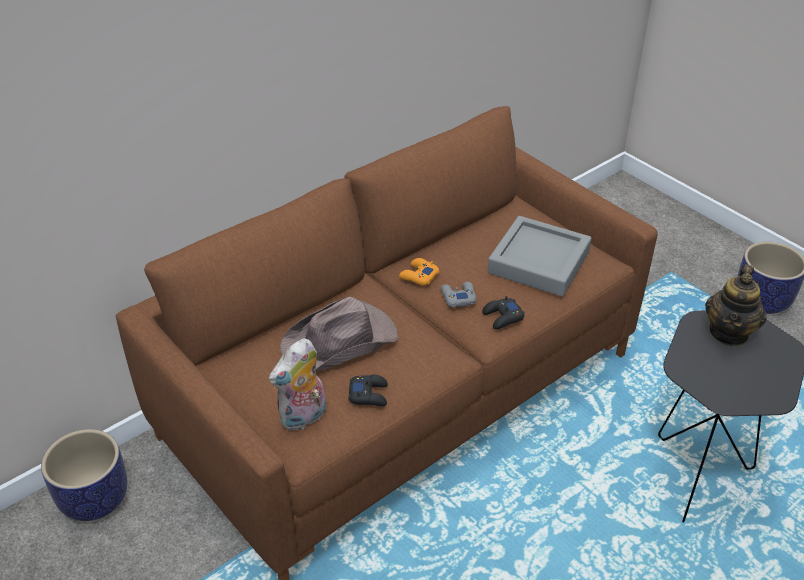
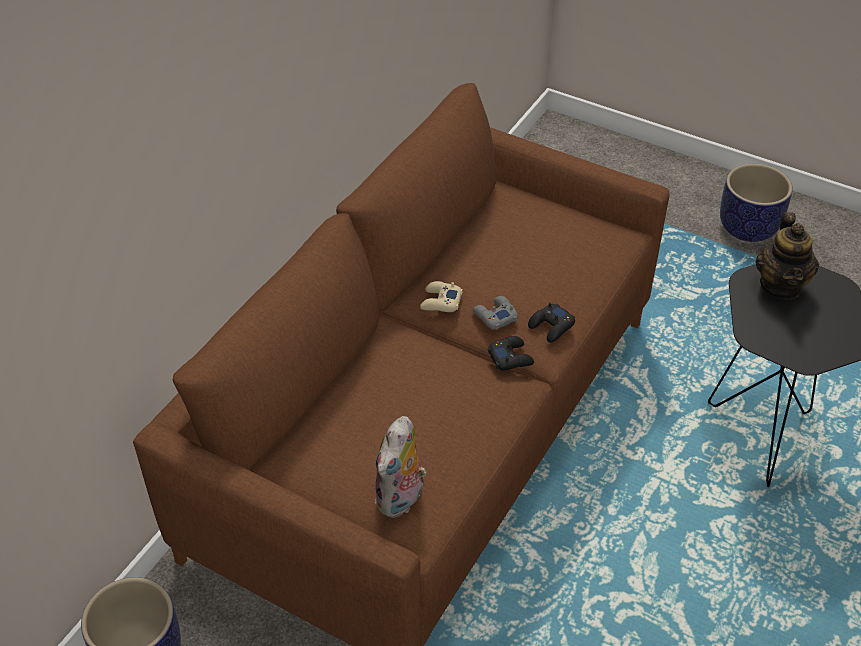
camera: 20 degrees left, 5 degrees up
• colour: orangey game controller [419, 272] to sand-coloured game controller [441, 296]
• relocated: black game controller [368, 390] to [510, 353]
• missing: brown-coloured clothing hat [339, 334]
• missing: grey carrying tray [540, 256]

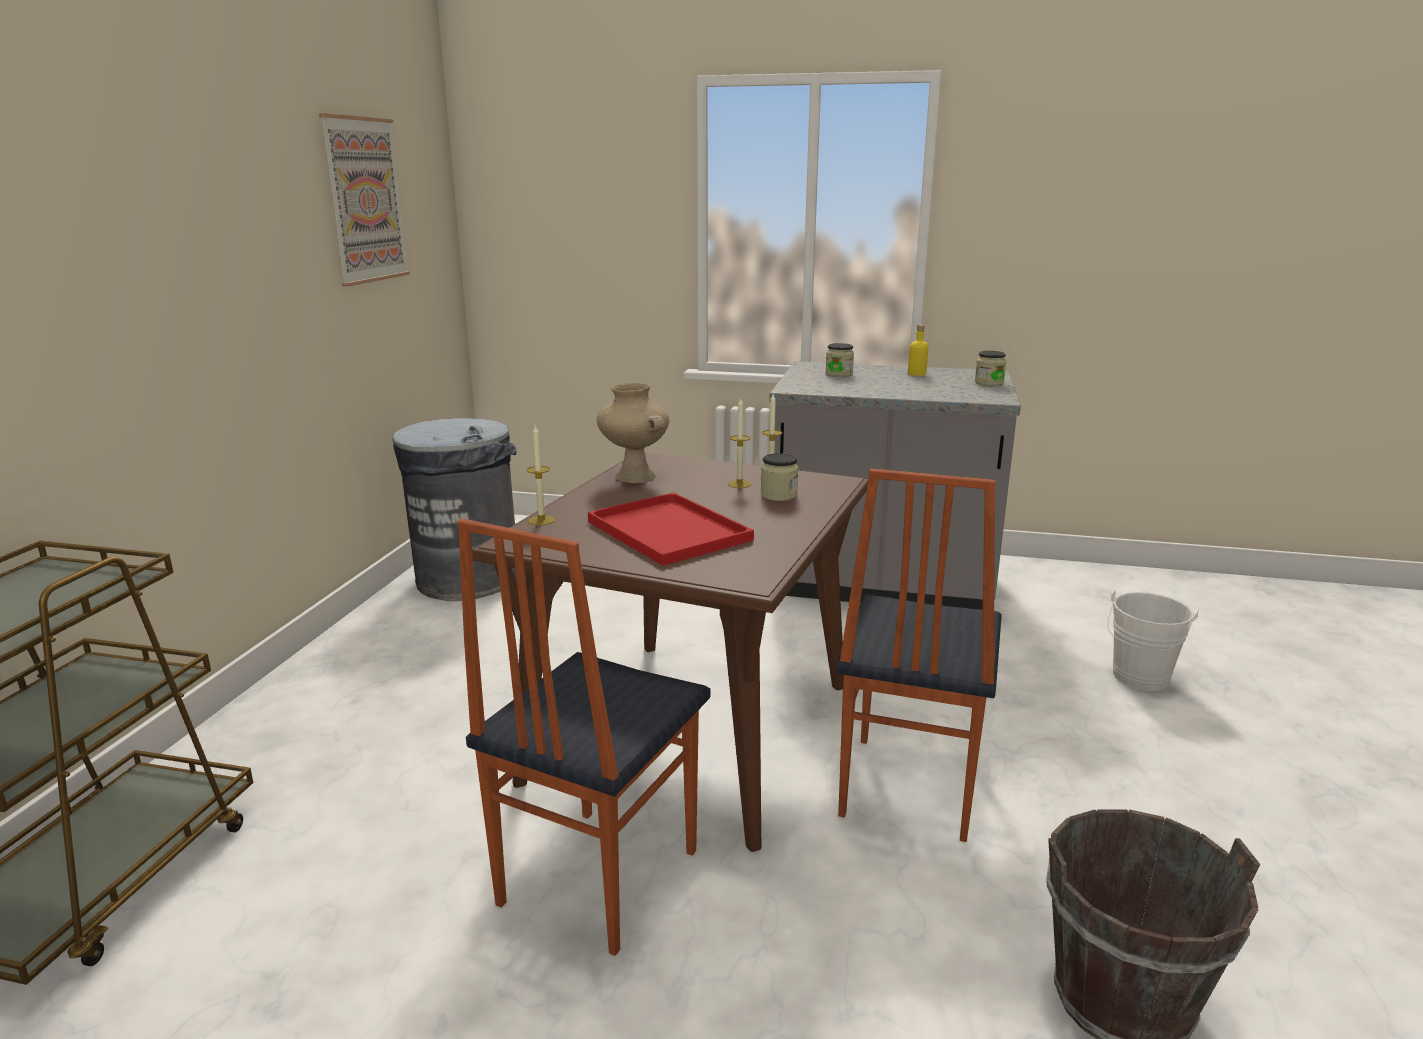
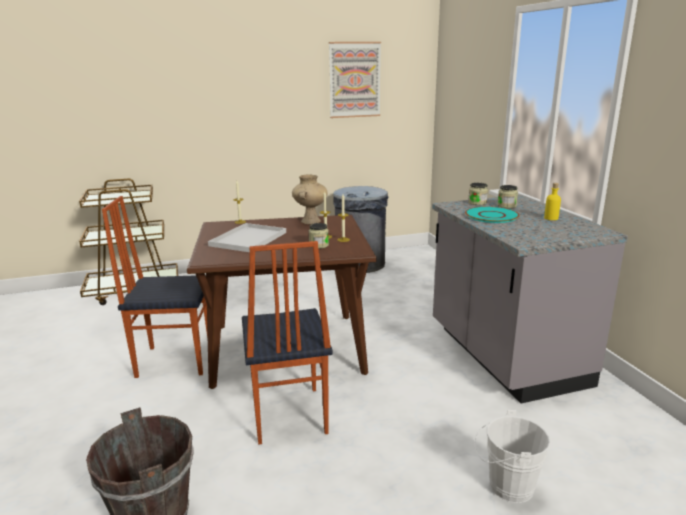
camera: 60 degrees right, 0 degrees up
• colour: red-coloured carrying tray [671, 529] to white carrying tray [247, 237]
• spun: upright chair [919, 655] = [287, 343] 90 degrees counterclockwise
• appeared: turquoise-coloured dinner plate [492, 214]
• relocated: storage jar [990, 368] to [478, 194]

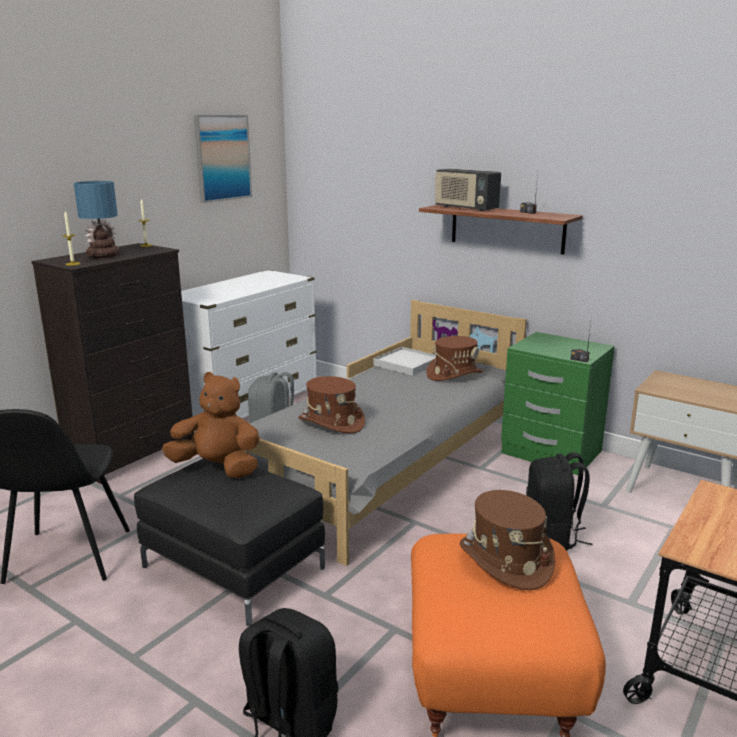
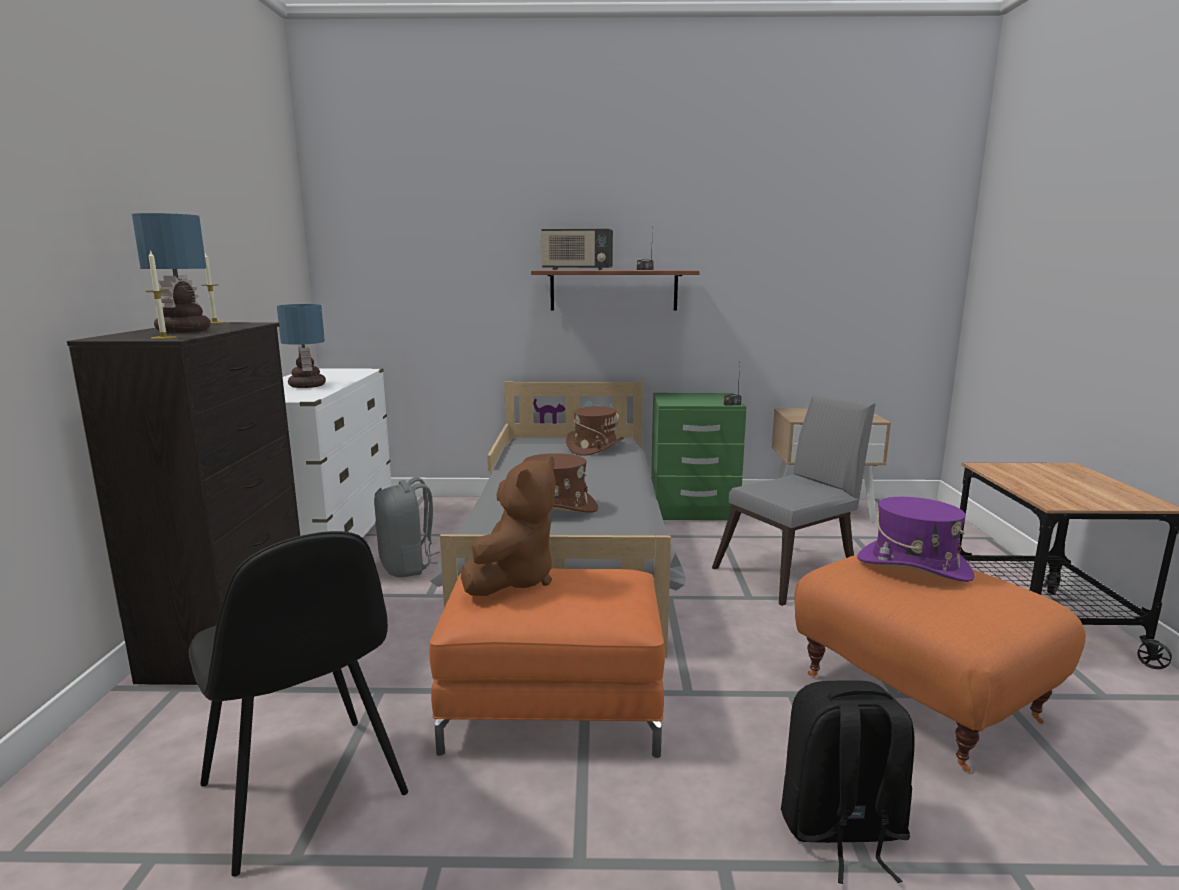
camera: 35 degrees left, 5 degrees down
• appeared: lamp for a table [301, 346]
• colour: black footrest [229, 542] to orangey footrest [547, 663]
• spun: brown-coloured plush toy [211, 425] = [508, 526] 135 degrees clockwise
• exchanged: black knapsack [559, 501] to grey upright chair [794, 499]
• colour: brown-coloured clothing hat [507, 540] to purple clothing hat [915, 539]
• missing: picture [223, 159]
• missing: white carrying tray [405, 361]

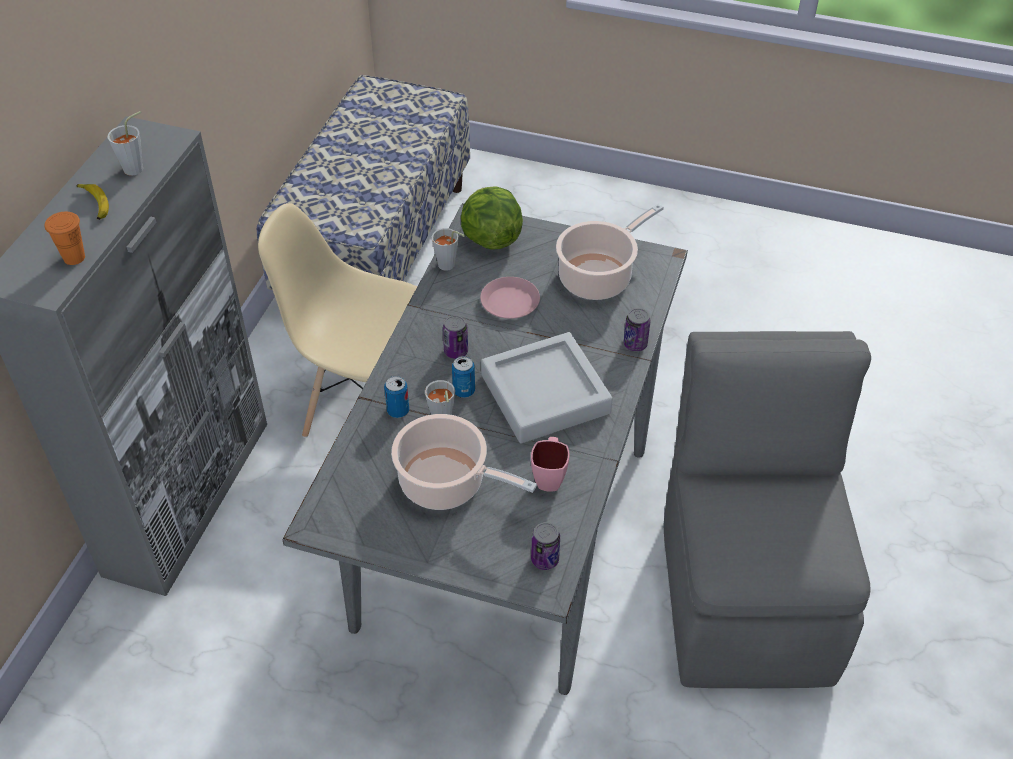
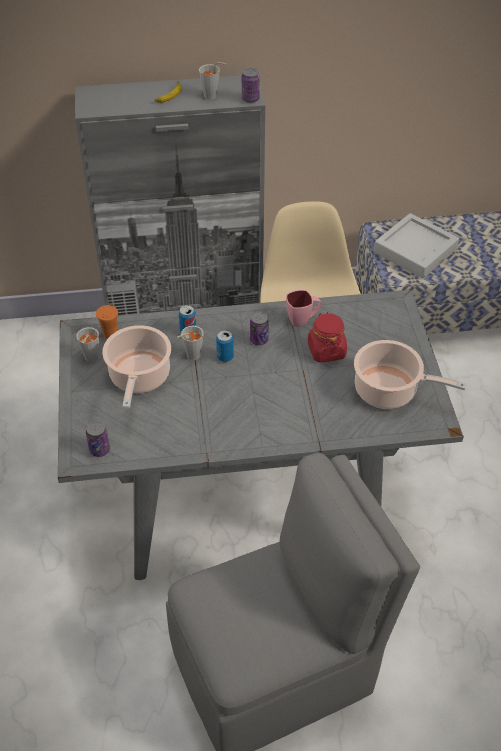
camera: 65 degrees right, 0 degrees up
• relocated: grey small cup [448, 249] to [87, 344]
• relocated: orangey small cup [64, 238] to [107, 322]
• relocated: can [637, 329] to [251, 85]
• relocated: pinkish mug [550, 464] to [304, 308]
• exchanged: pinkish dinner plate [510, 298] to red-coloured storage jar [327, 337]
• relocated: grey carrying tray [547, 387] to [416, 246]
• missing: lettuce head [492, 218]

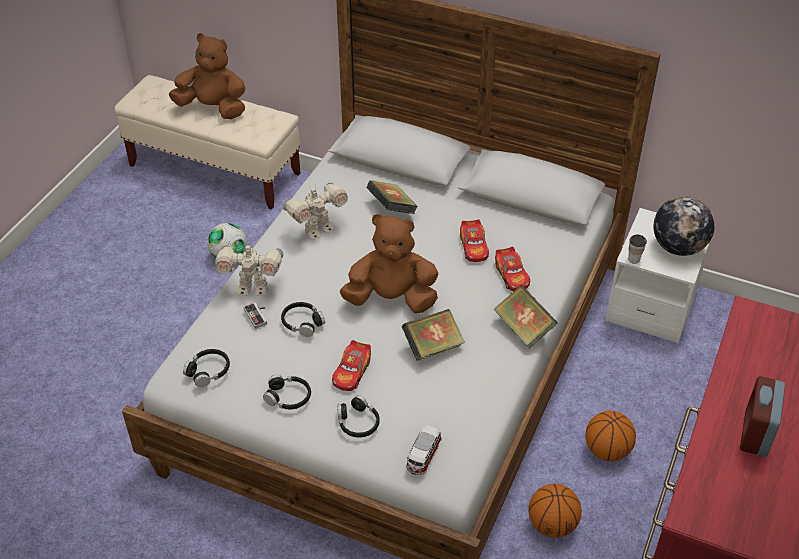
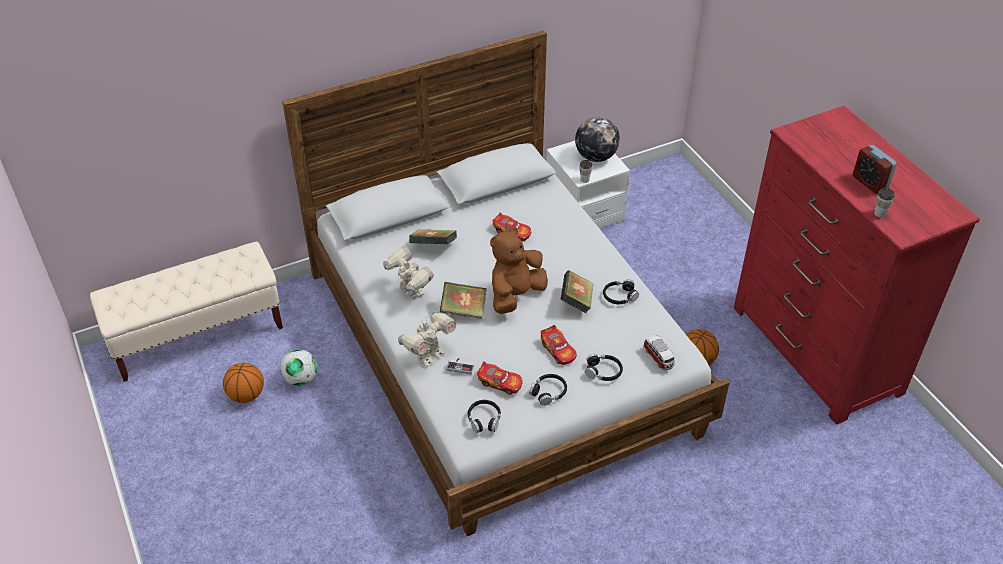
camera: 50 degrees left, 0 degrees up
• relocated: basketball ball [610, 436] to [243, 383]
• spun: toy robot [315, 211] = [408, 273] 45 degrees counterclockwise
• relocated: volume [525, 317] to [463, 300]
• relocated: model car [512, 269] to [500, 378]
• relocated: black pair of headphones [303, 319] to [621, 291]
• appeared: small cup [884, 203]
• missing: brown-coloured plush toy [207, 76]

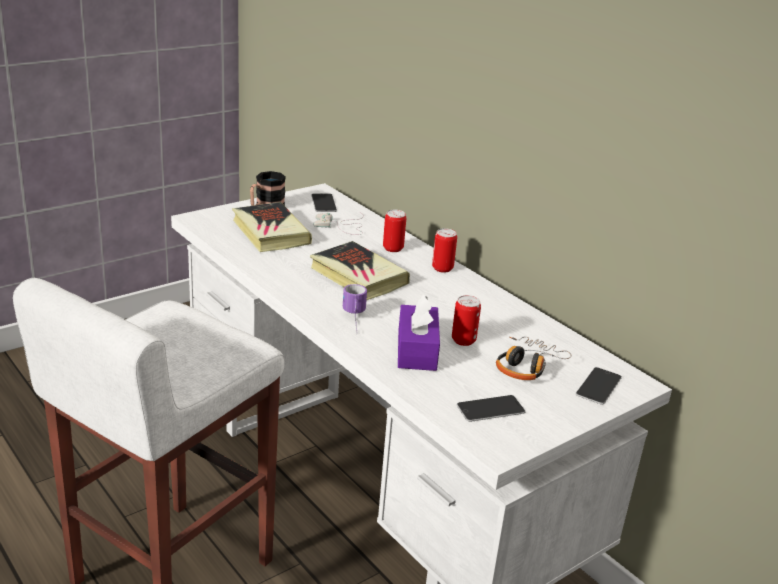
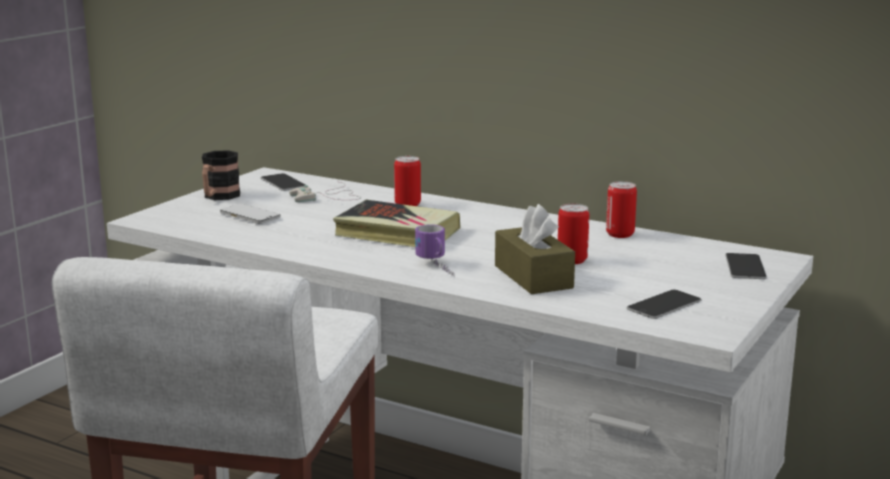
camera: 20 degrees left, 10 degrees down
• exchanged: volume [272, 227] to handset [250, 214]
• colour: purple tissue holder [419, 333] to brown-coloured tissue holder [535, 249]
• relocated: can [444, 250] to [621, 209]
• missing: pair of headphones [533, 358]

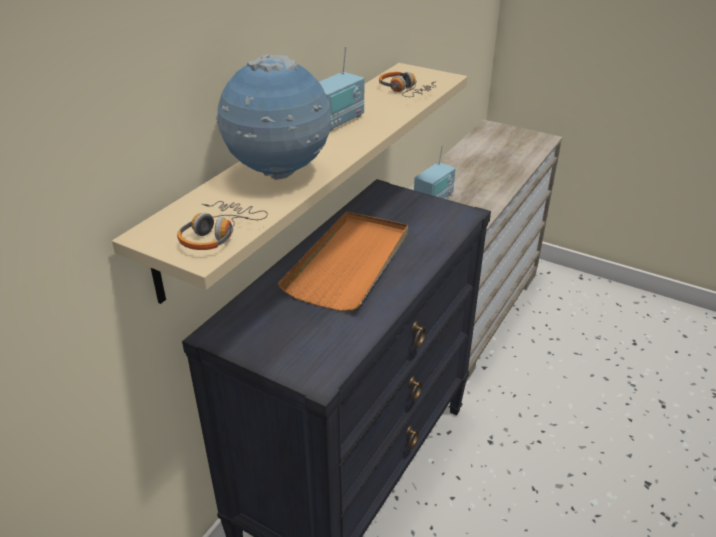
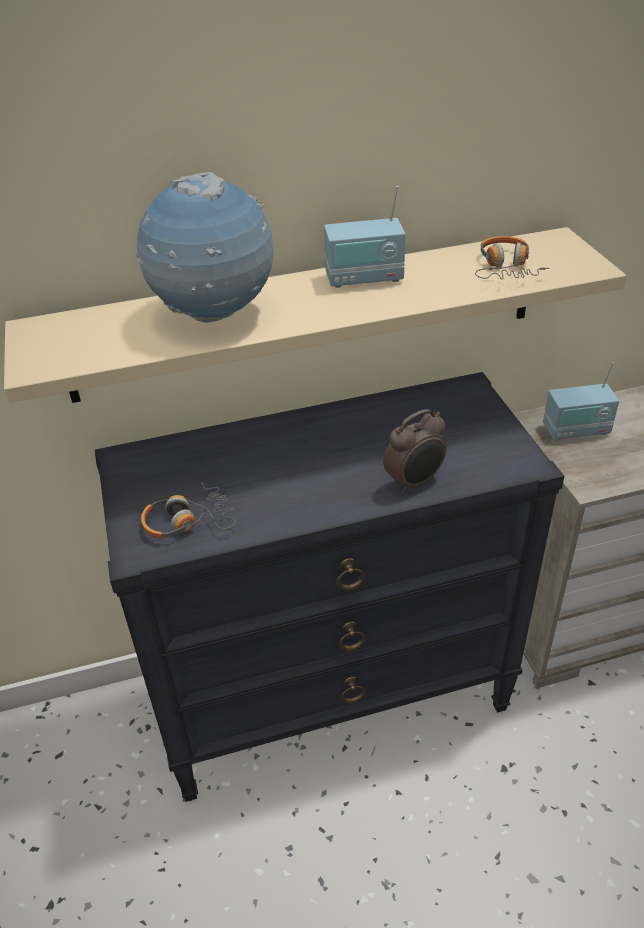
camera: 45 degrees right, 5 degrees up
• relocated: pair of headphones [222, 225] to [188, 510]
• appeared: bedside clock [415, 451]
• missing: orangey carrying tray [343, 261]

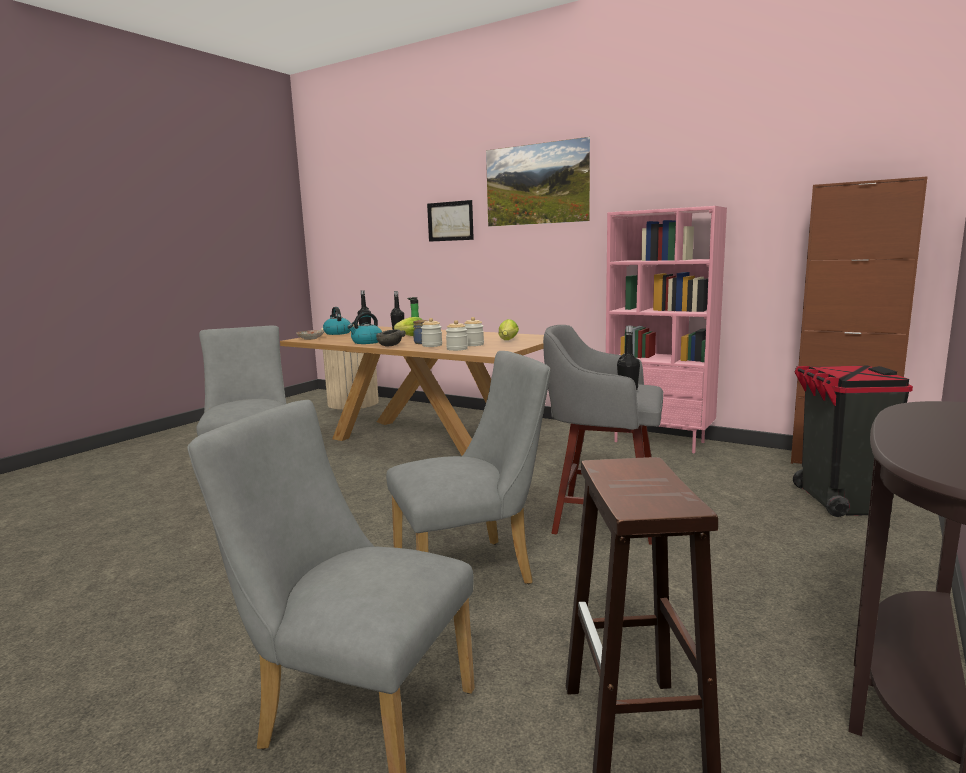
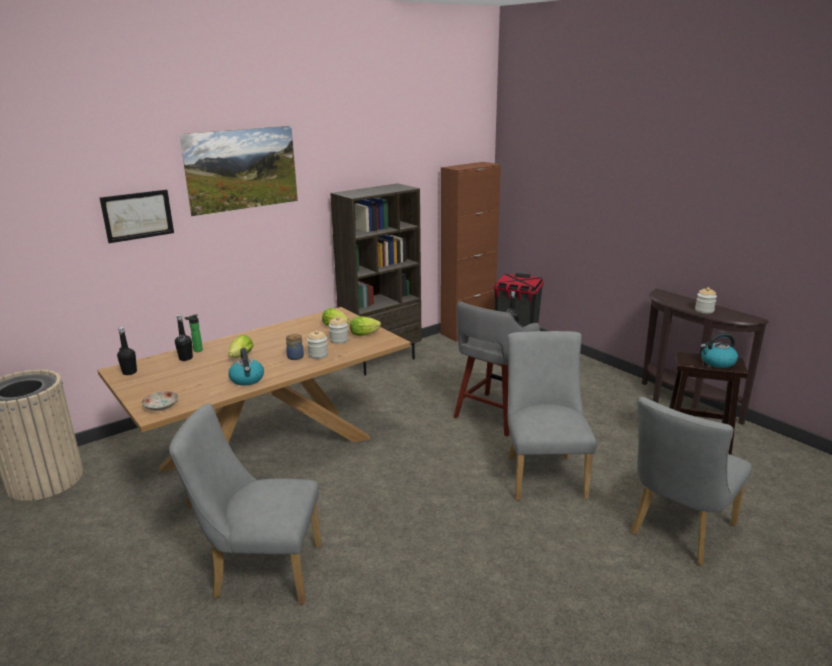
camera: 70 degrees left, 10 degrees up
• colour: pinkish shelving unit [666, 329] to brown-coloured shelving unit [376, 279]
• appeared: lettuce head [365, 326]
• relocated: storage jar [457, 335] to [706, 300]
• relocated: kettle [337, 321] to [719, 350]
• missing: grey deep dish [391, 338]

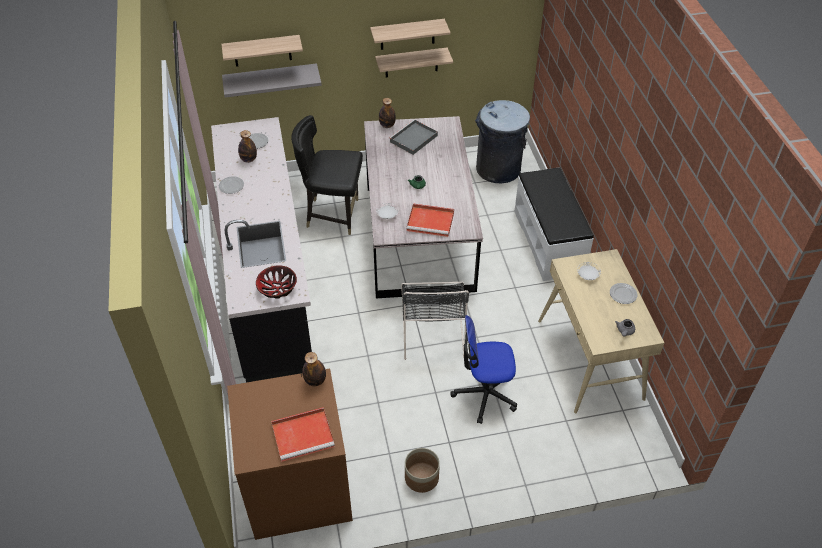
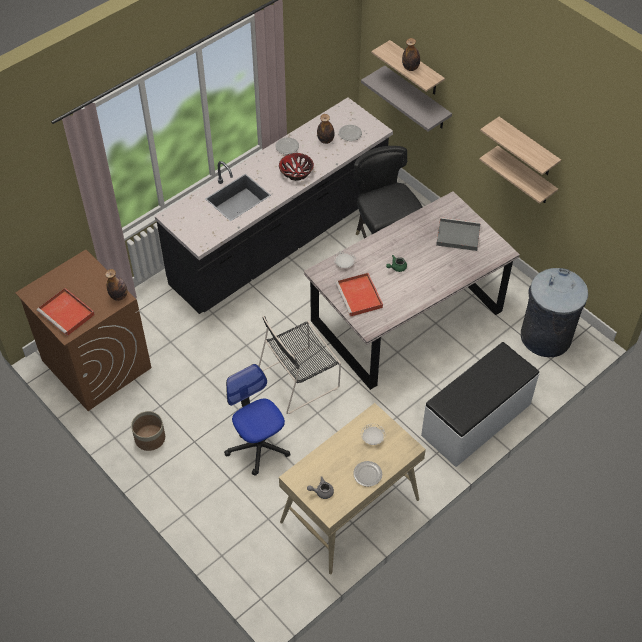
camera: 60 degrees right, 5 degrees up
• relocated: deep dish [276, 282] to [296, 167]
• relocated: bottle [387, 113] to [411, 54]

